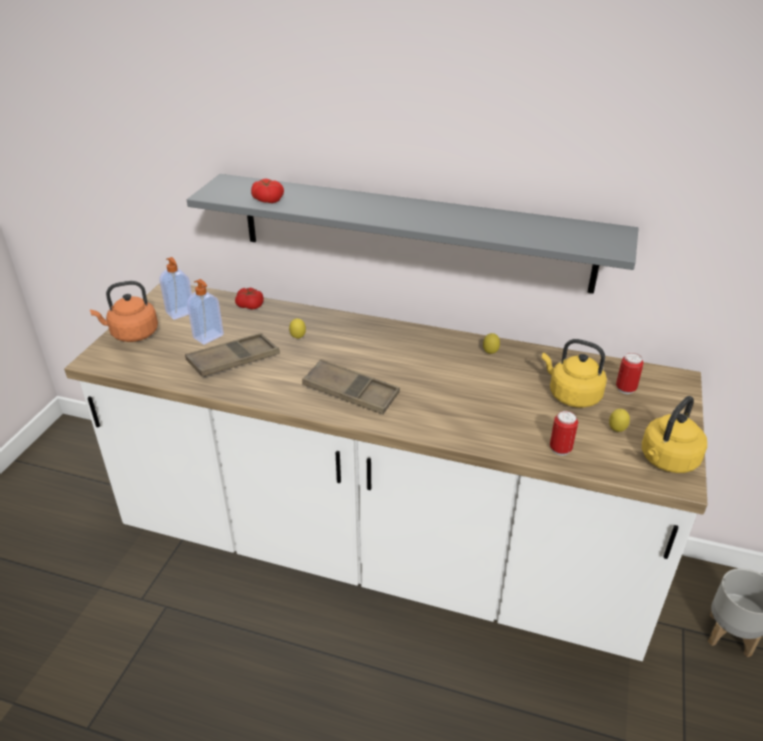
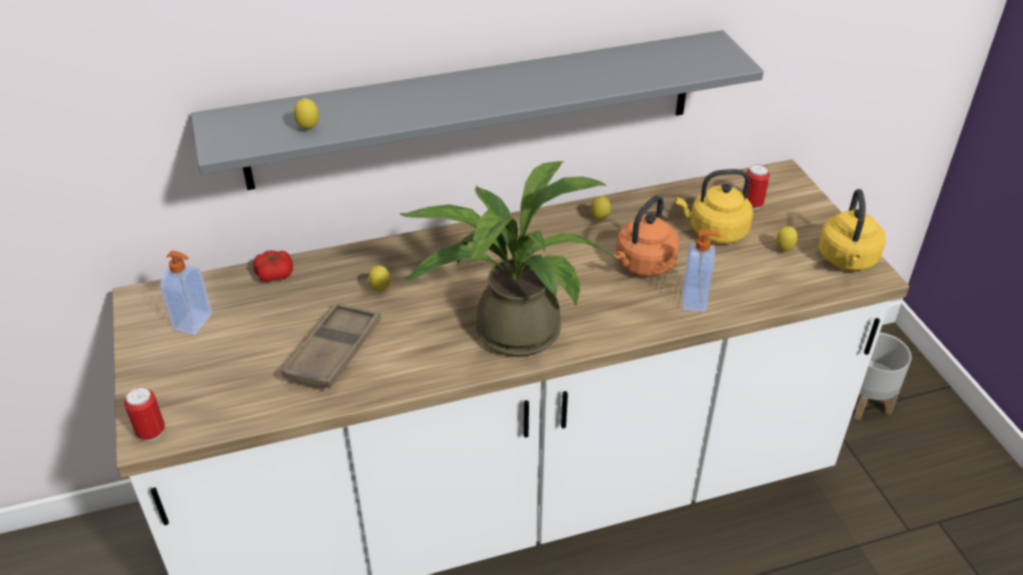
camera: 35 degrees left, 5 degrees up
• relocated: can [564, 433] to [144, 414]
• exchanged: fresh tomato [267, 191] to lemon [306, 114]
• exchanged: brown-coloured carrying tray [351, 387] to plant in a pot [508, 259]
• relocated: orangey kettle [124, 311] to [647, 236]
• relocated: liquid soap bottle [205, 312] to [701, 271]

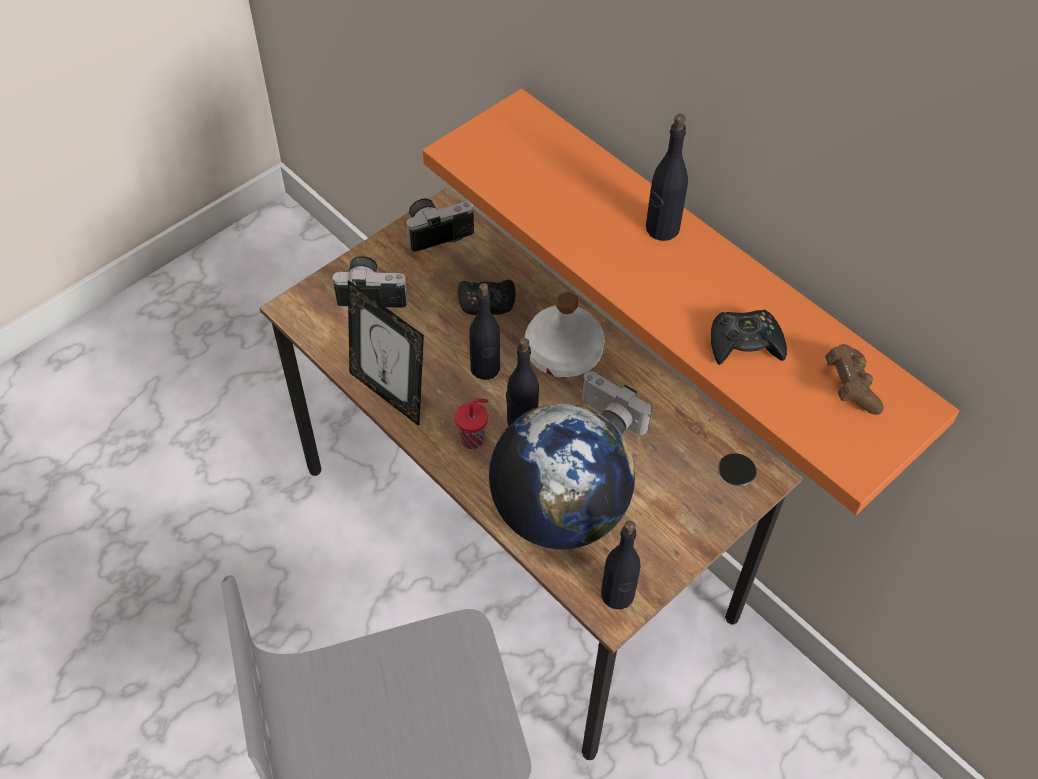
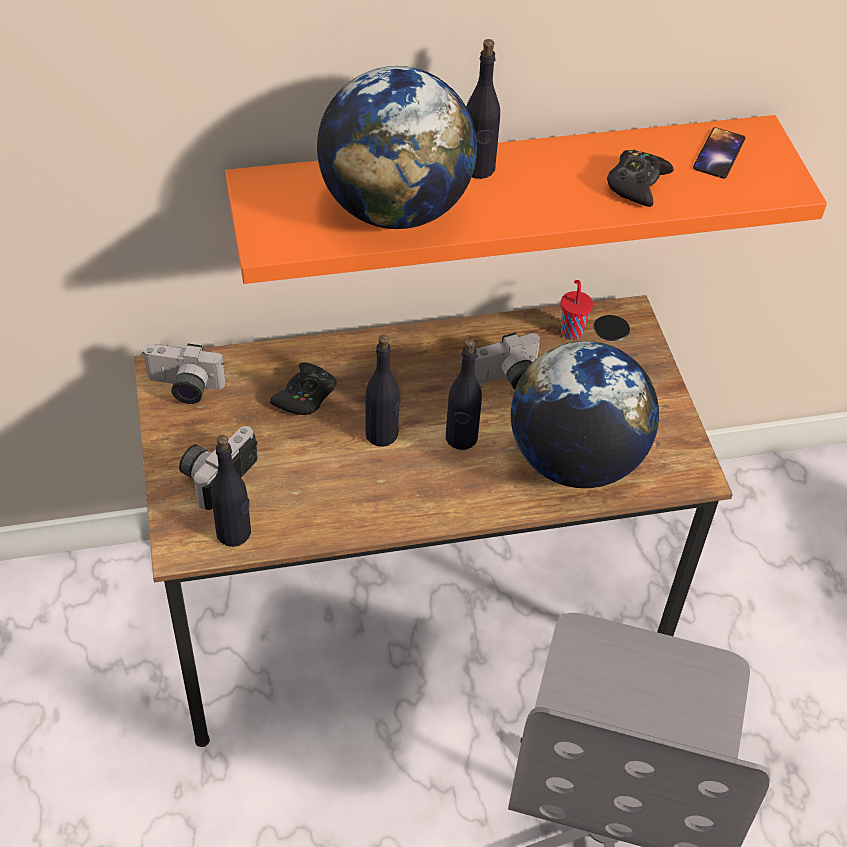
camera: 60 degrees left, 5 degrees down
• spun: photo camera [439, 225] = [184, 374] 90 degrees counterclockwise
• relocated: black bottle [620, 565] to [231, 491]
• appeared: world globe [397, 147]
• relocated: red-coloured small cup [471, 423] to [576, 310]
• exchanged: brown-coloured game controller [854, 379] to handset [719, 153]
• missing: photo frame [386, 353]
• missing: white bottle [564, 335]

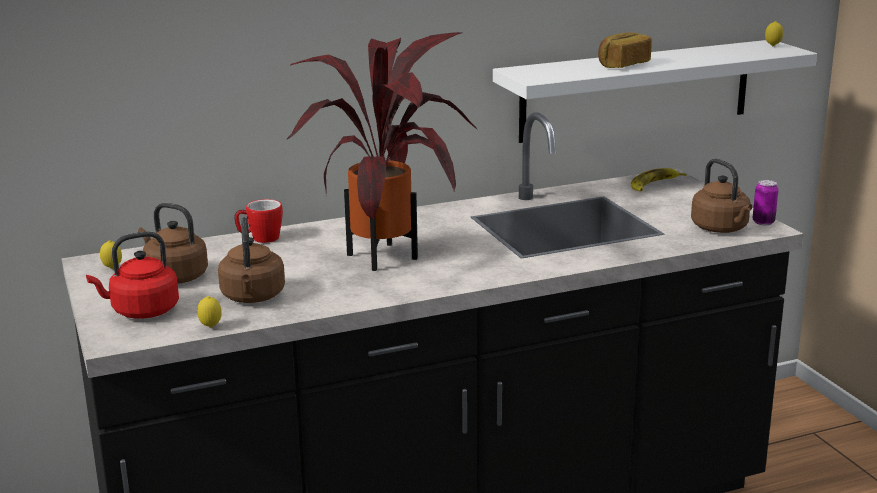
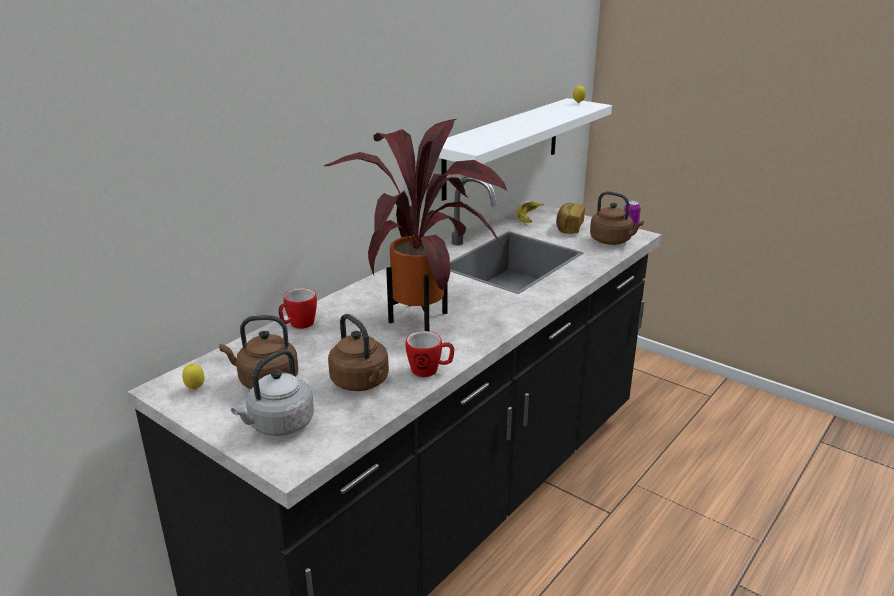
camera: 30 degrees left, 5 degrees up
• colour: red-coloured kettle [132, 275] to grey kettle [272, 392]
• appeared: mug [430, 354]
• relocated: bakery bread [625, 50] to [570, 218]
• missing: lemon [209, 312]

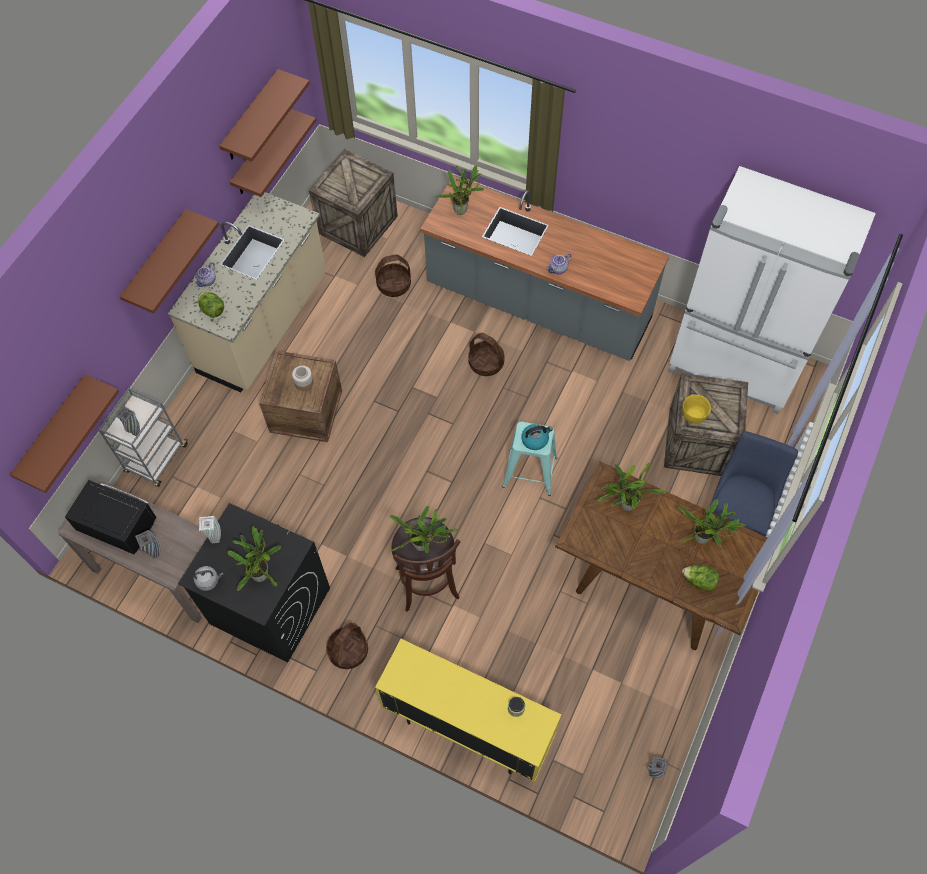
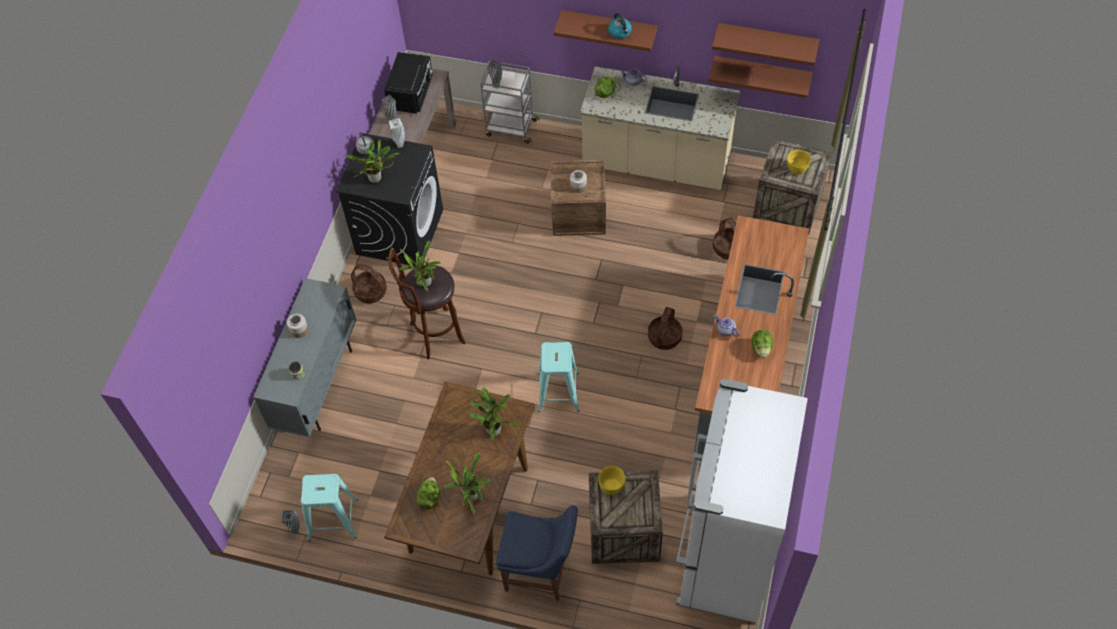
camera: 80 degrees right, 5 degrees down
• colour: yellow-coloured storage cabinet [468, 710] to grey storage cabinet [304, 357]
• appeared: storage jar [297, 326]
• appeared: turquoise-coloured stool [329, 507]
• relocated: kettle [537, 437] to [620, 26]
• appeared: lettuce head [762, 344]
• appeared: yellow-coloured deep dish [799, 162]
• missing: brown-coloured bracket shelf [64, 433]
• missing: plant in a pot [459, 190]

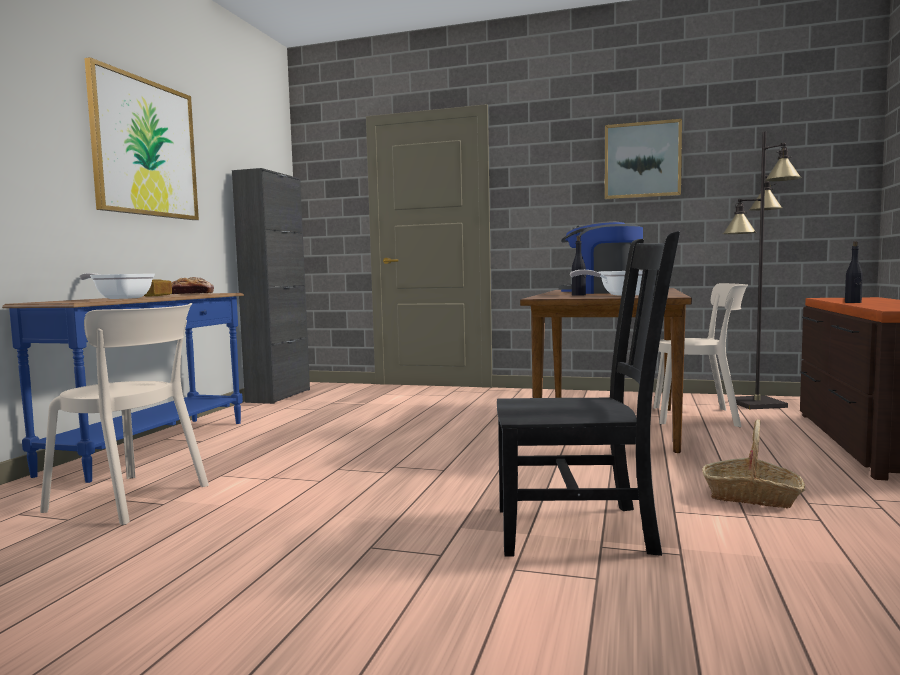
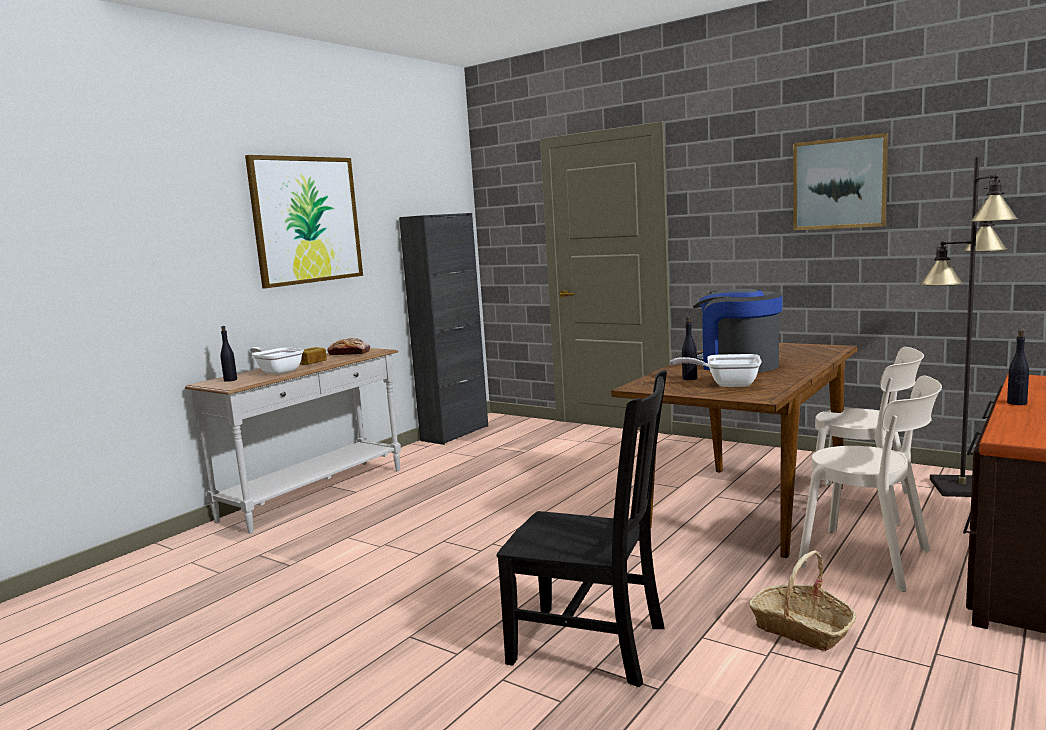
camera: 20 degrees right, 5 degrees up
• colour: bluish narrow table [123, 388] to white narrow table [293, 441]
• appeared: black bottle [228, 354]
• relocated: sand-coloured upright chair [124, 414] to [870, 484]

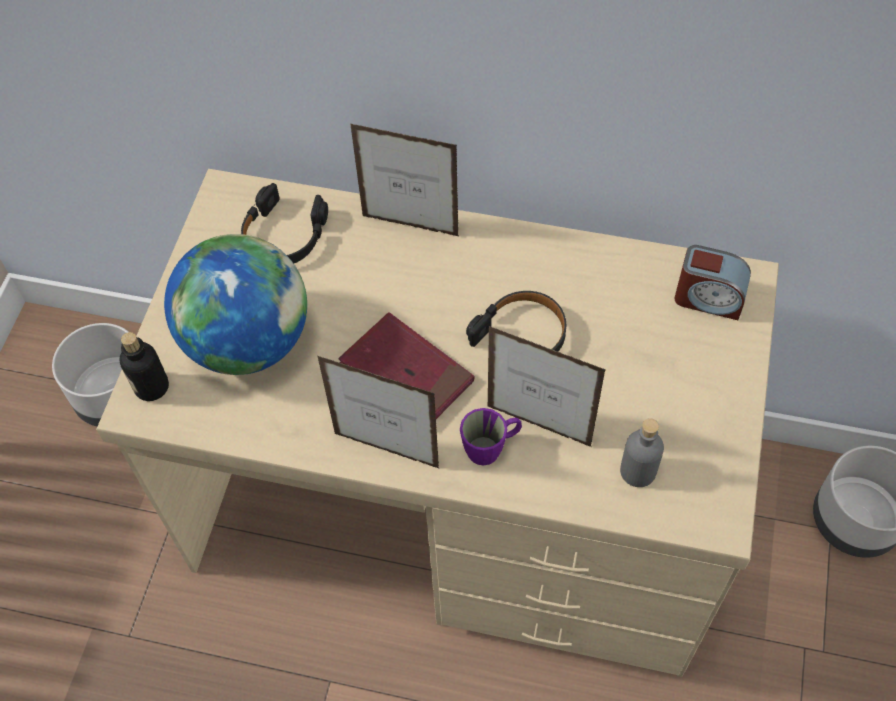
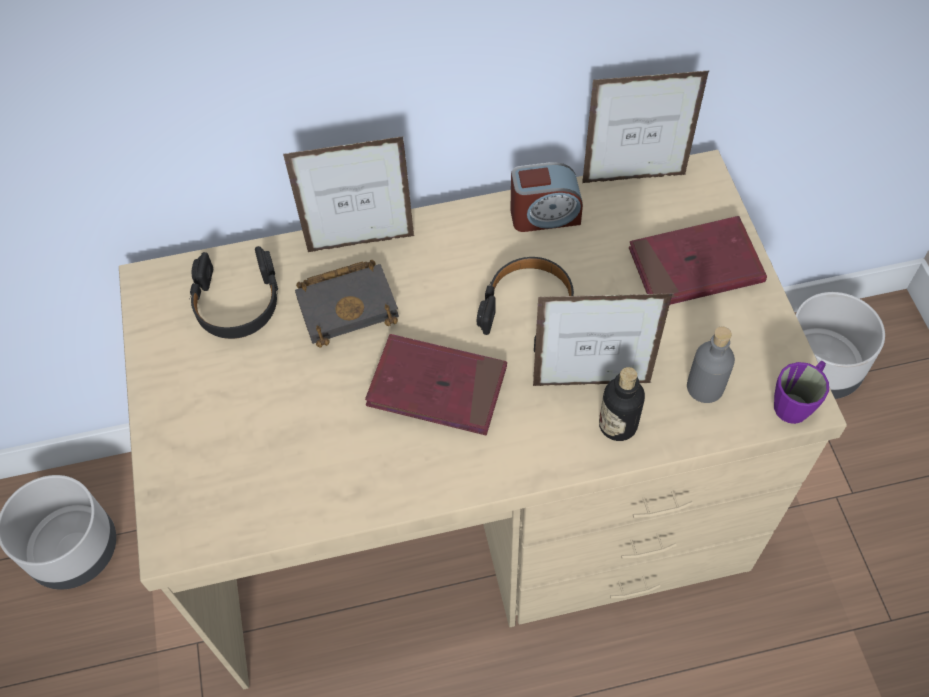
camera: 25 degrees left, 0 degrees up
• appeared: black volume [347, 304]
• relocated: bedside clock [713, 282] to [546, 197]
• relocated: photo frame [379, 412] to [646, 126]
• relocated: bottle [144, 366] to [622, 404]
• appeared: red-coloured volume [698, 260]
• relocated: purple mug [491, 437] to [801, 392]
• missing: world globe [235, 304]

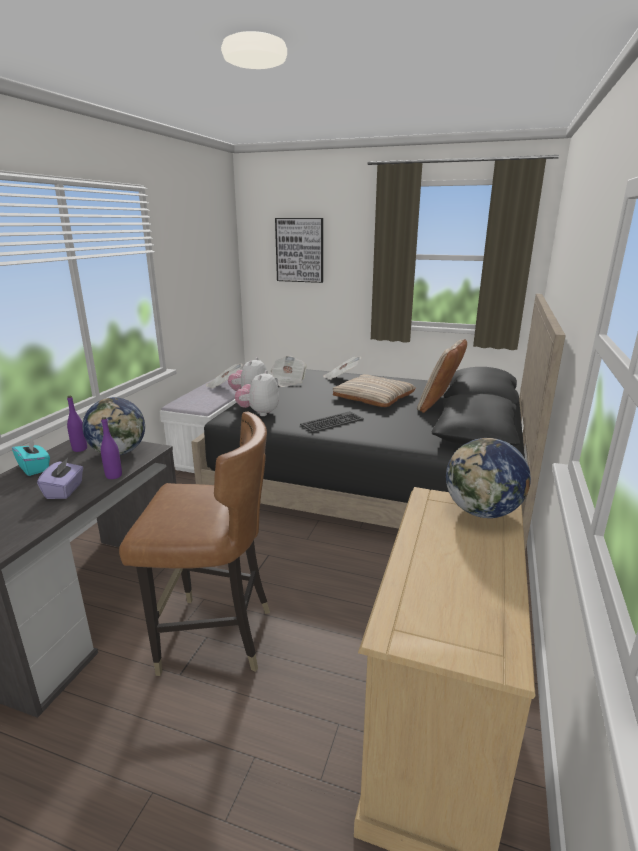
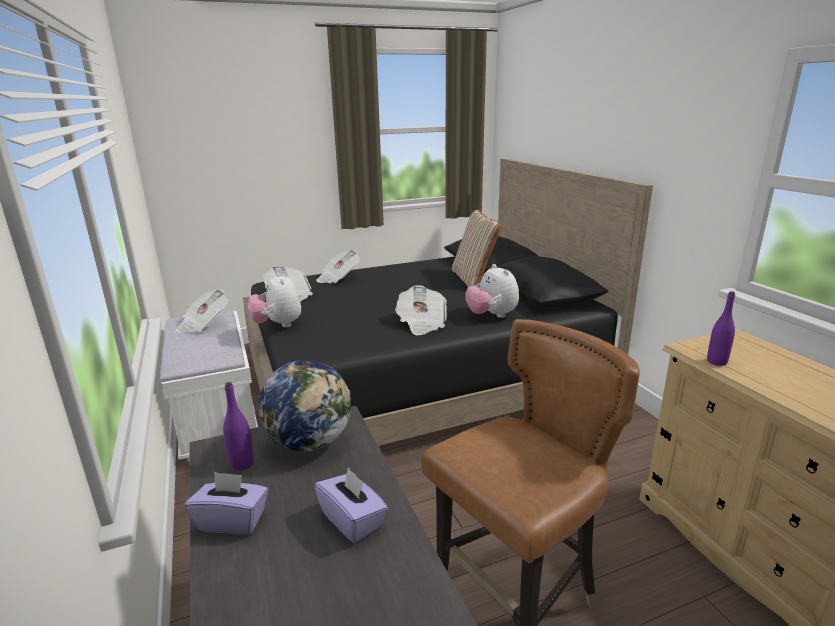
camera: 40 degrees left, 0 degrees up
• colour: turquoise-coloured tissue holder [31, 457] to purple tissue holder [226, 503]
• exchanged: computer keyboard [332, 422] to newspaper [421, 310]
• relocated: plush toy [257, 393] to [492, 291]
• relocated: purple bottle [111, 448] to [721, 328]
• missing: picture [299, 250]
• missing: sand-coloured throw pillow [374, 390]
• missing: world globe [488, 478]

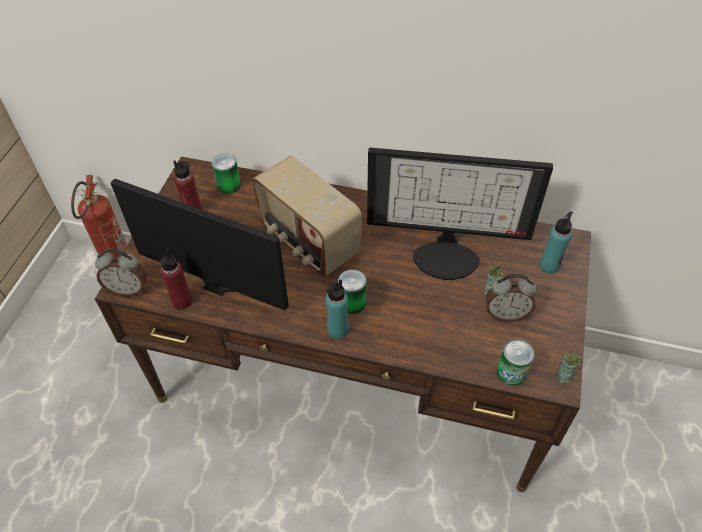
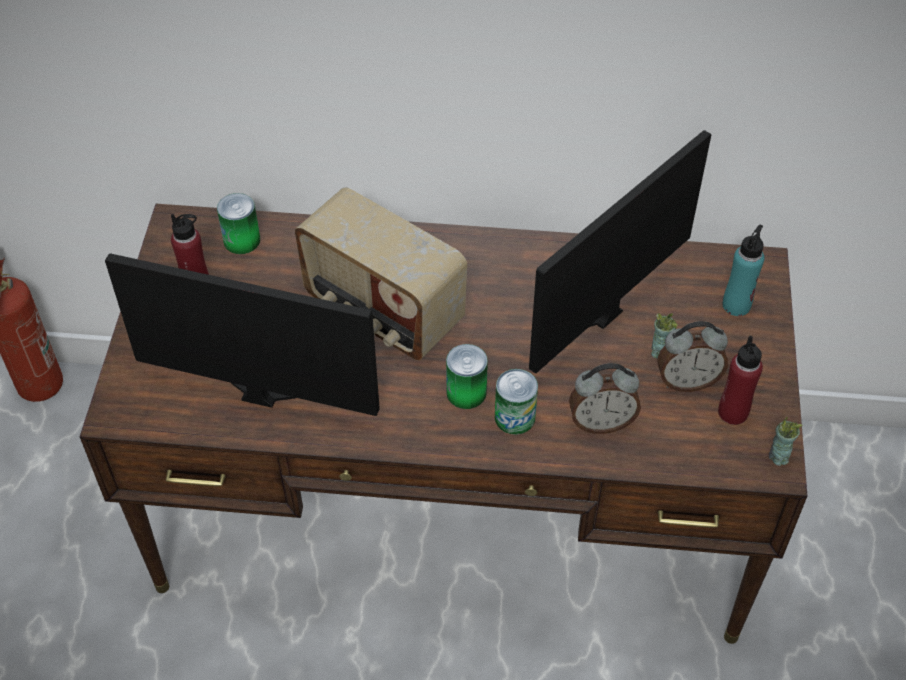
camera: 10 degrees left, 0 degrees up
• relocated: can [515, 362] to [516, 402]
• spun: computer screen [460, 214] = [620, 251] 135 degrees clockwise
• relocated: bedside clock [121, 273] to [605, 398]
• relocated: red-coloured bottle [176, 278] to [740, 380]
• missing: turquoise-coloured bottle [337, 309]

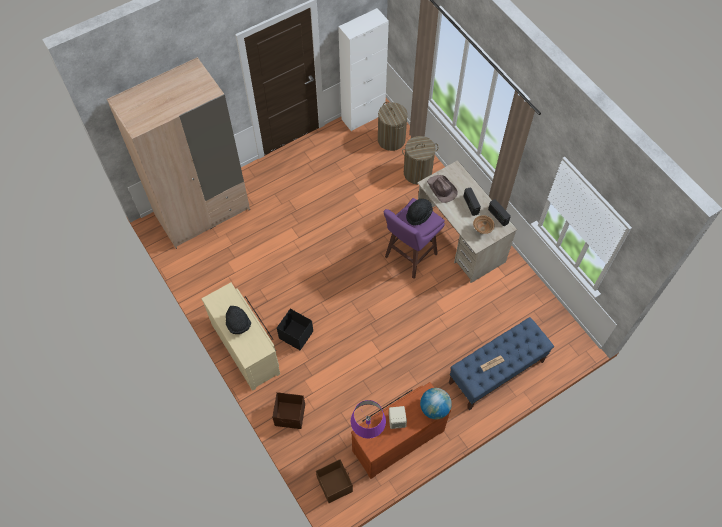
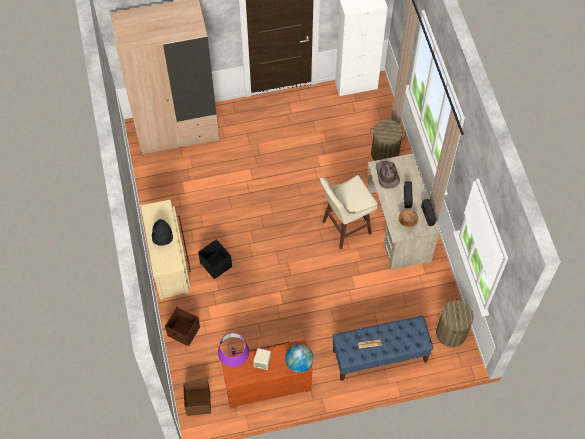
camera: 20 degrees right, 0 degrees up
• colour: purple stool [414, 238] to sand-coloured stool [349, 212]
• relocated: laundry basket [393, 126] to [455, 322]
• missing: black clothing hat [419, 212]

